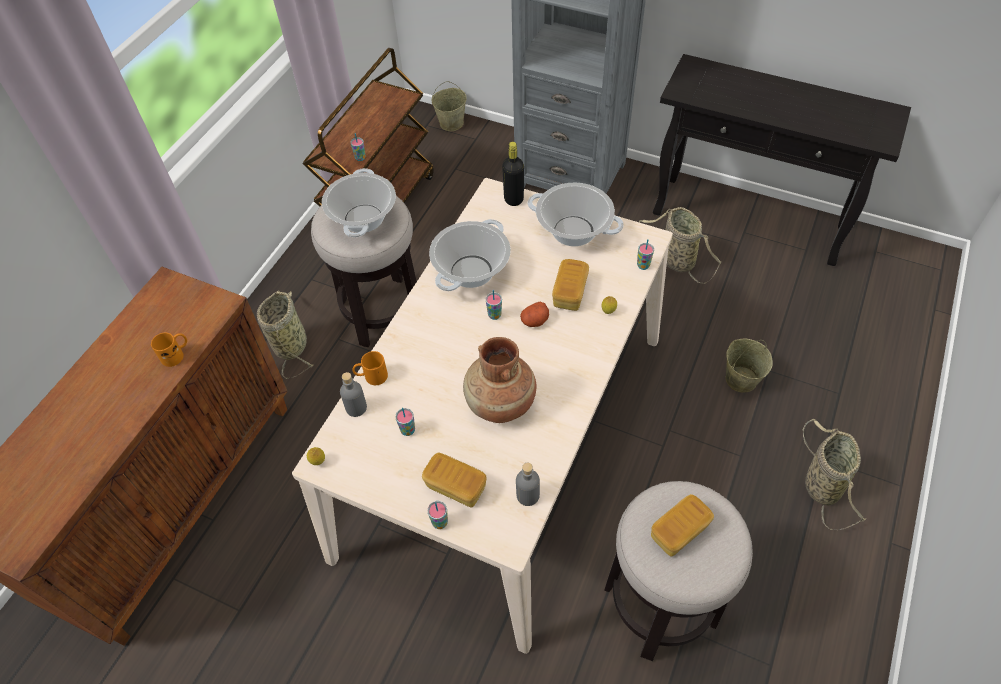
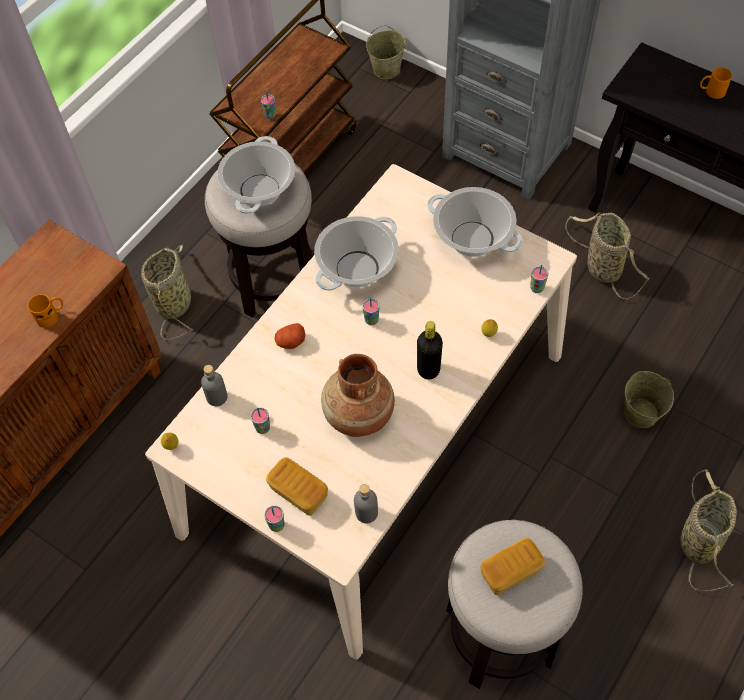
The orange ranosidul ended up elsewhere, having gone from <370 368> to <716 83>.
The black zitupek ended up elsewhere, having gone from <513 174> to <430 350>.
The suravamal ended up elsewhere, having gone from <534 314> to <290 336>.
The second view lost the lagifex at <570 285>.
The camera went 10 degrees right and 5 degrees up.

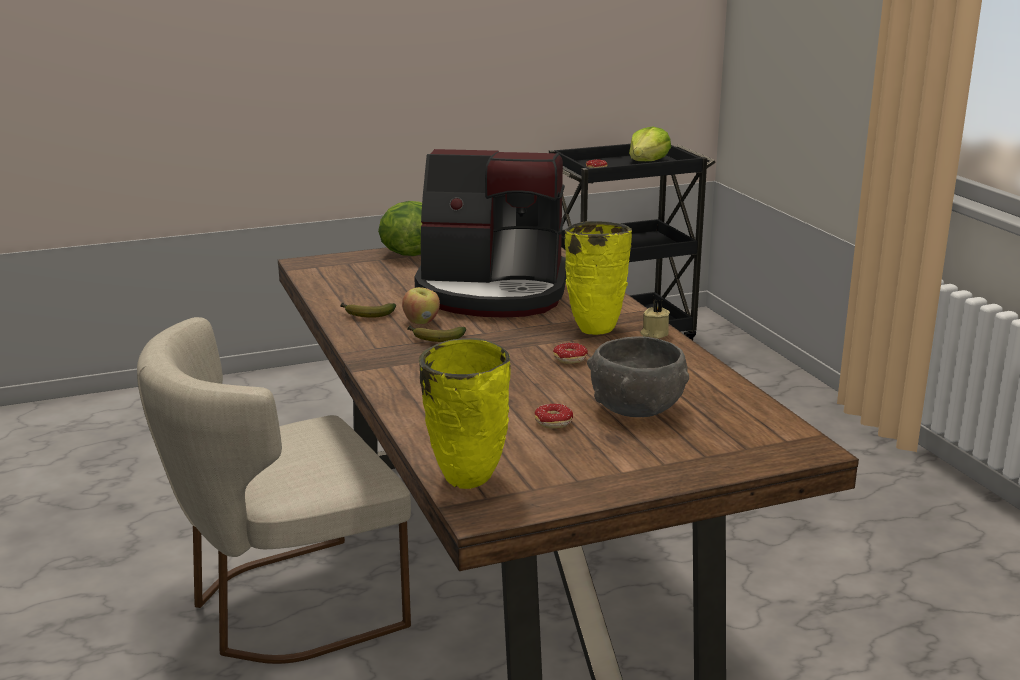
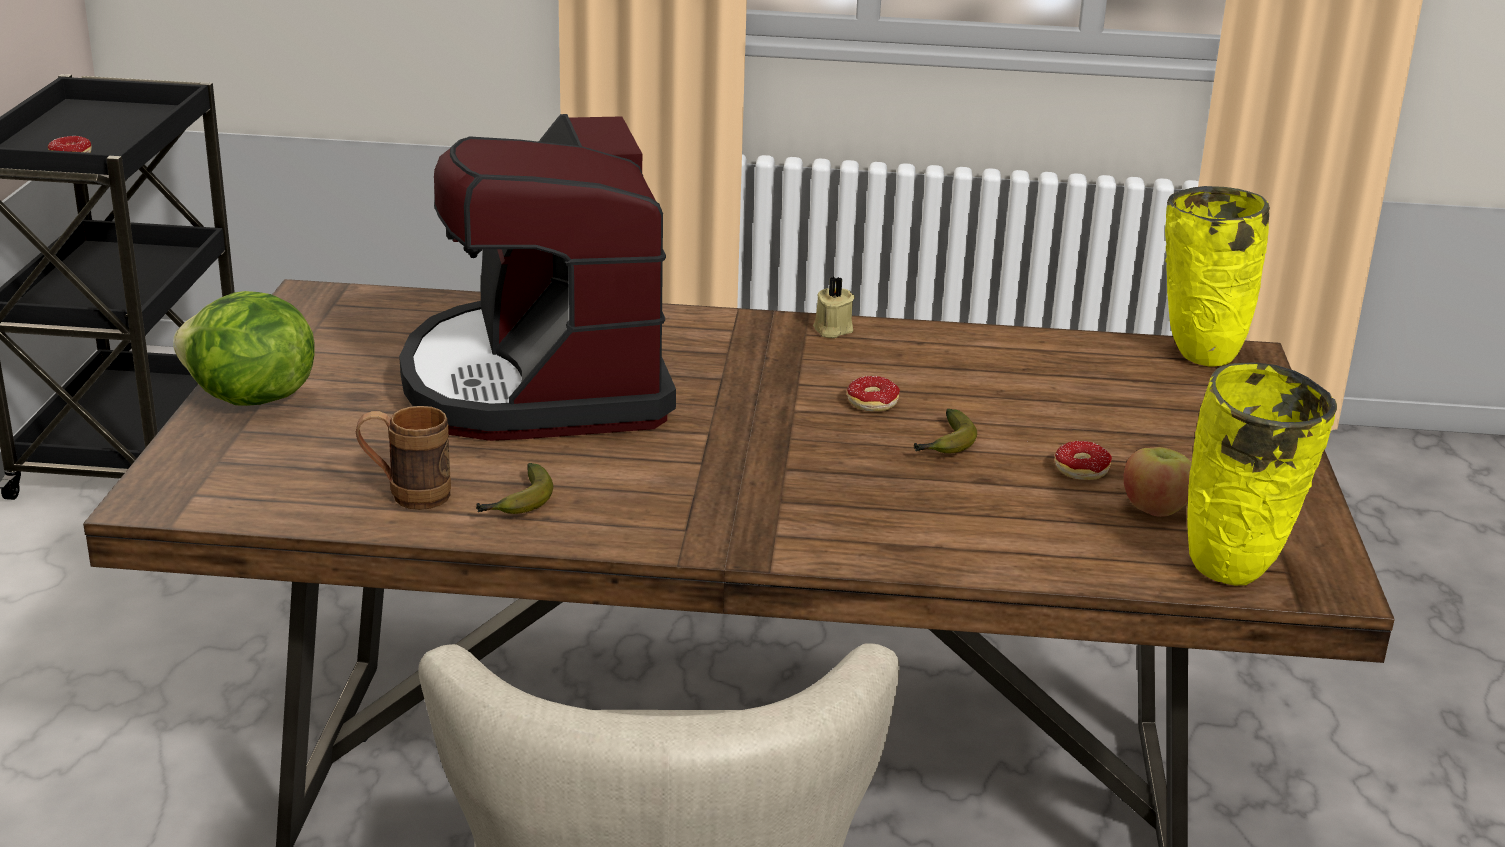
The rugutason ended up elsewhere, having gone from <421 305> to <1157 482>.
The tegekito ended up elsewhere, having gone from <437 333> to <945 431>.
The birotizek at <490 233> ended up facing another way, 135 degrees clockwise from before.
The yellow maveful ended up elsewhere, having gone from <598 278> to <1217 276>.
The second view lost the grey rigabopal at <638 376>.
The second view lost the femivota at <650 143>.
The second view gained the brown ranosidul at <403 458>.
The camera went 65 degrees left and 5 degrees up.

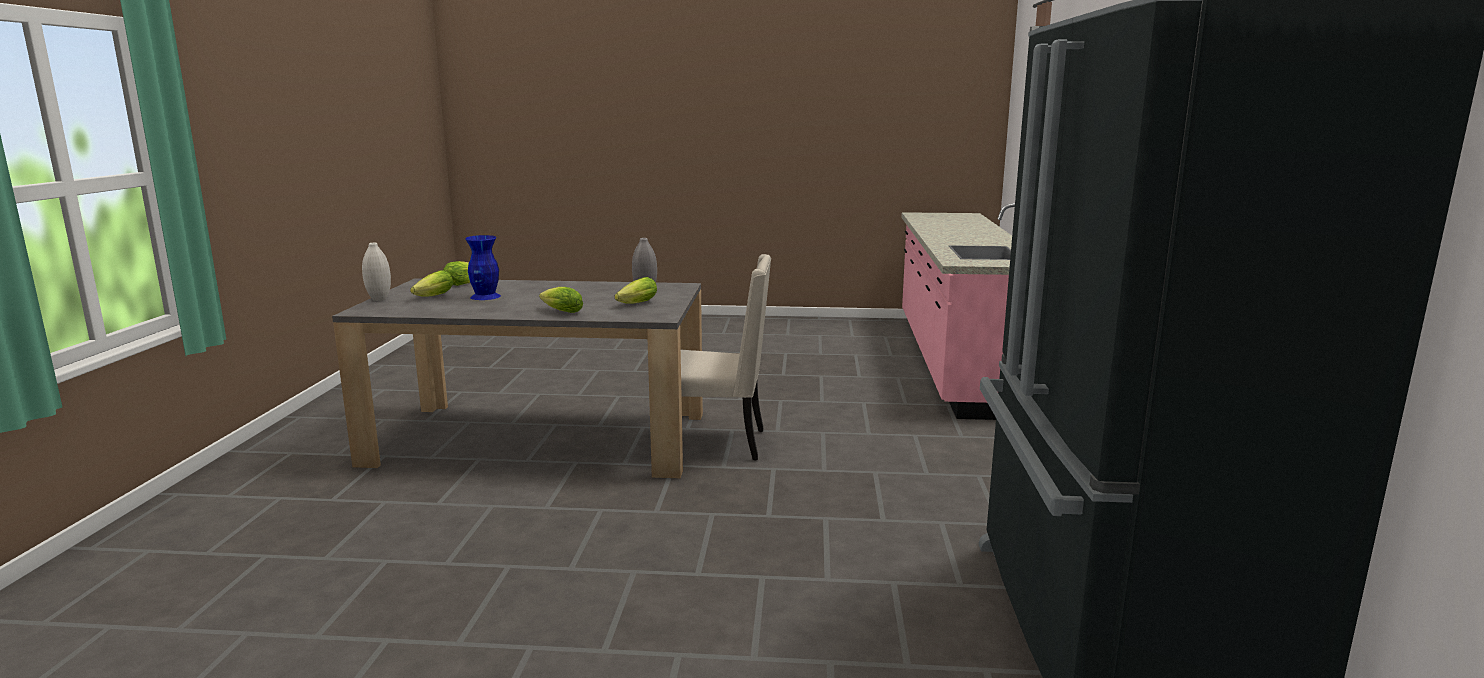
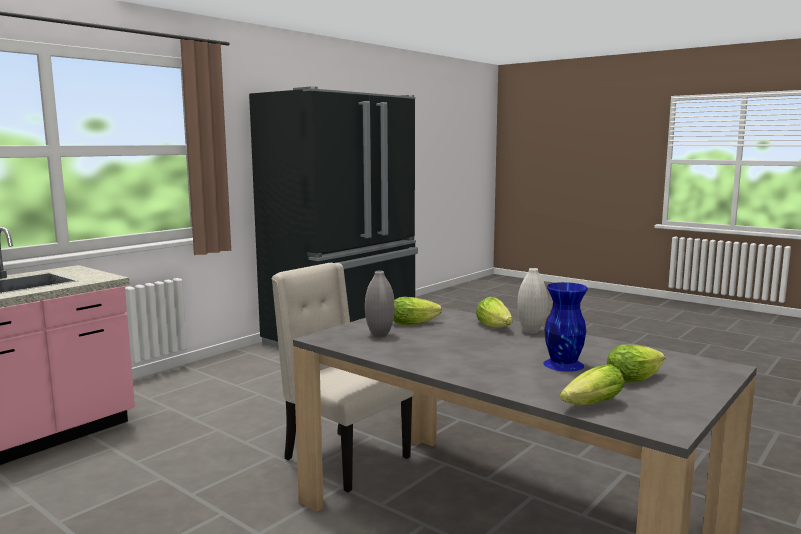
The white maveful ended up elsewhere, having gone from <376 272> to <532 300>.
The camera went 145 degrees left and 5 degrees down.

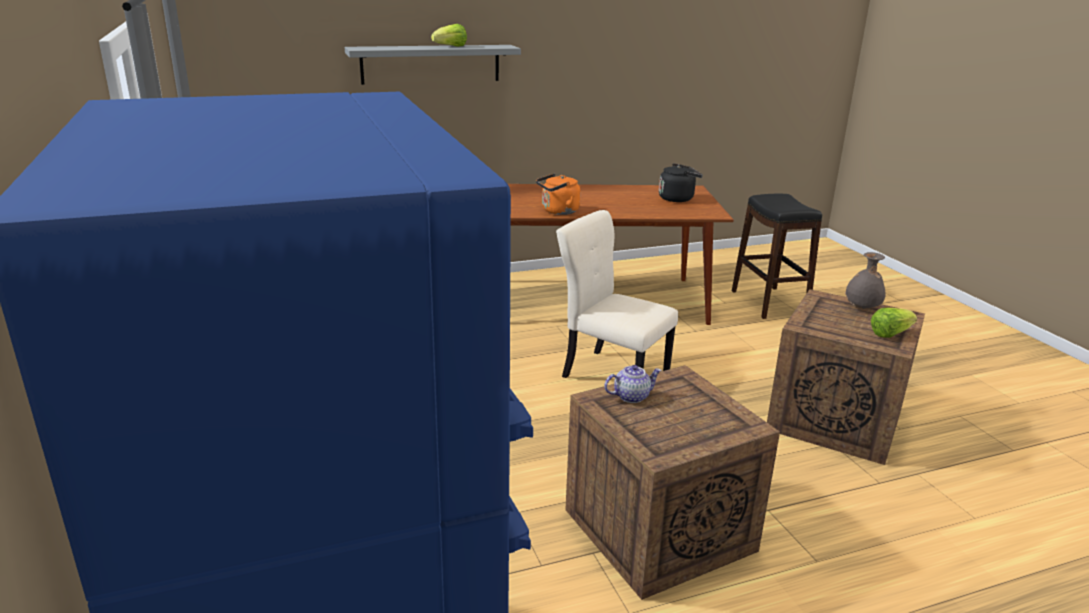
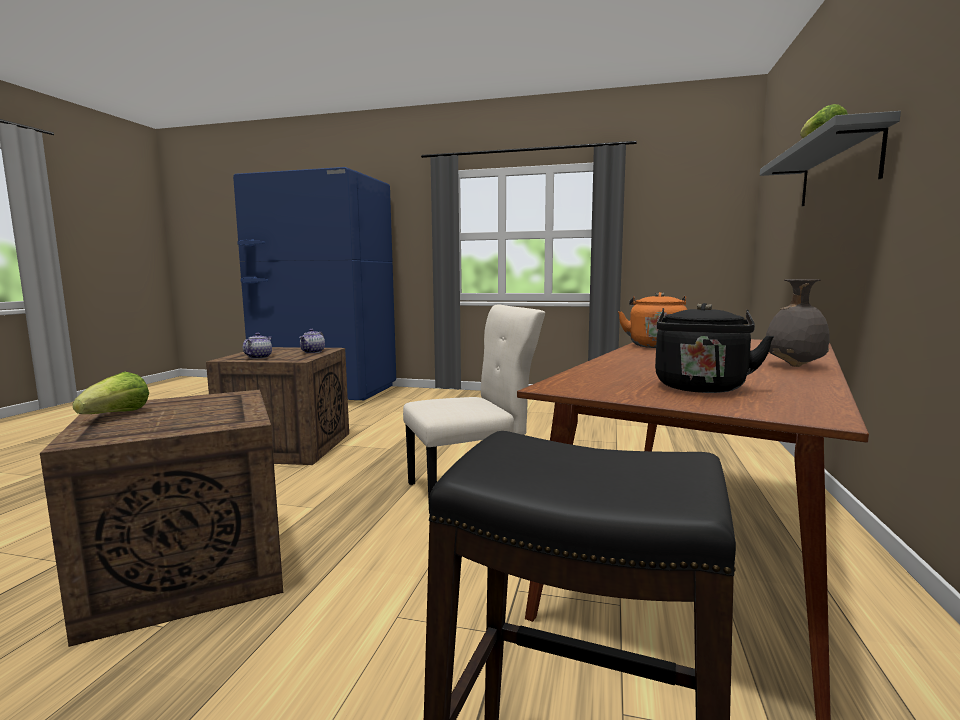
The grey maveful ended up elsewhere, having gone from <865 280> to <798 323>.
The second view gained the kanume at <257 346>.
The camera went 125 degrees right and 15 degrees down.

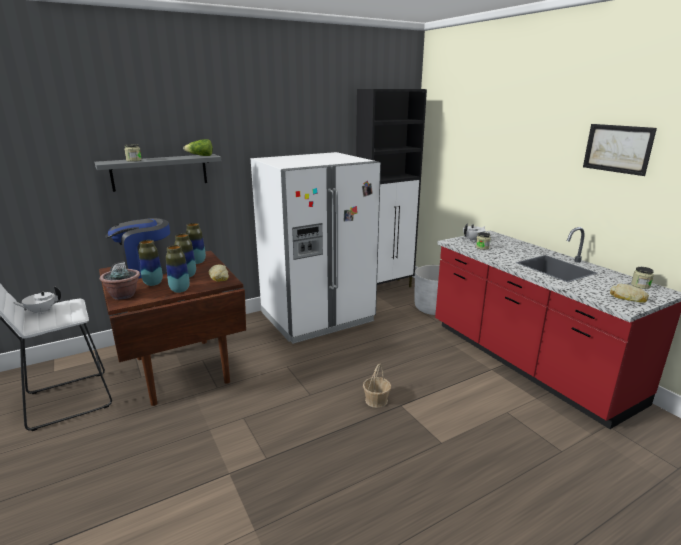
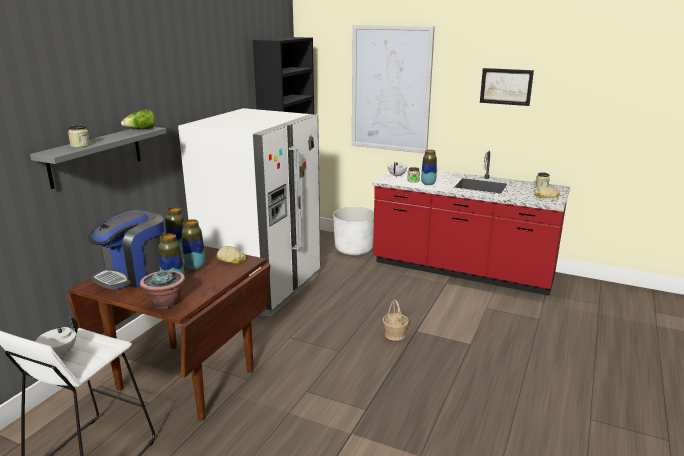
The maveful ended up elsewhere, having gone from <178 269> to <429 167>.
The second view gained the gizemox at <393 89>.
The camera went 35 degrees left and 0 degrees up.

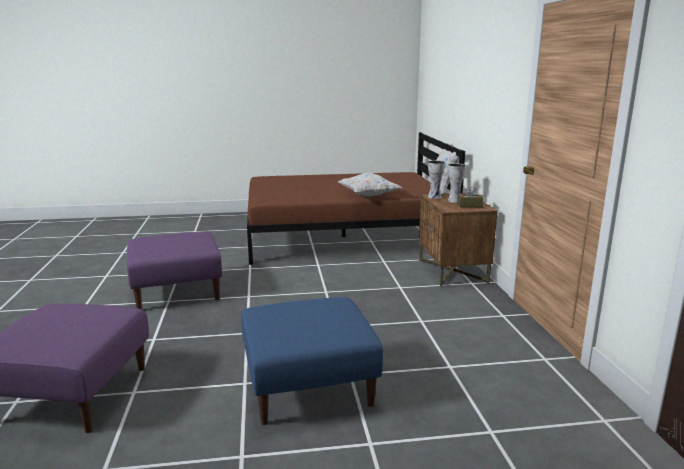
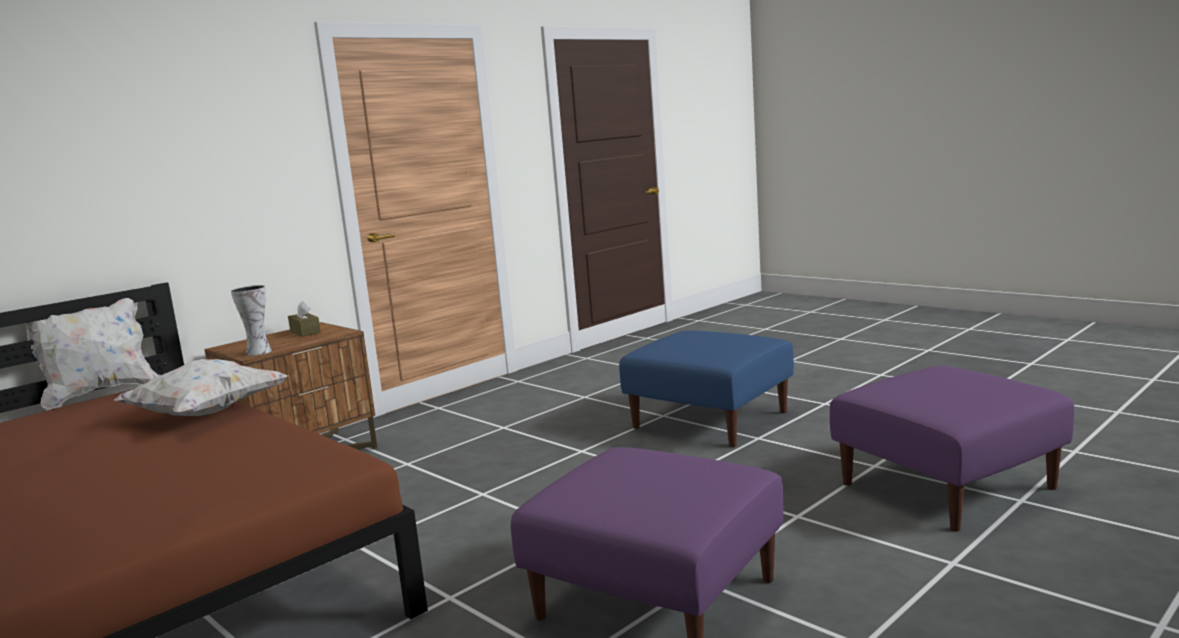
The second view lost the maveful at <457 183>.
The camera went 125 degrees left and 5 degrees down.

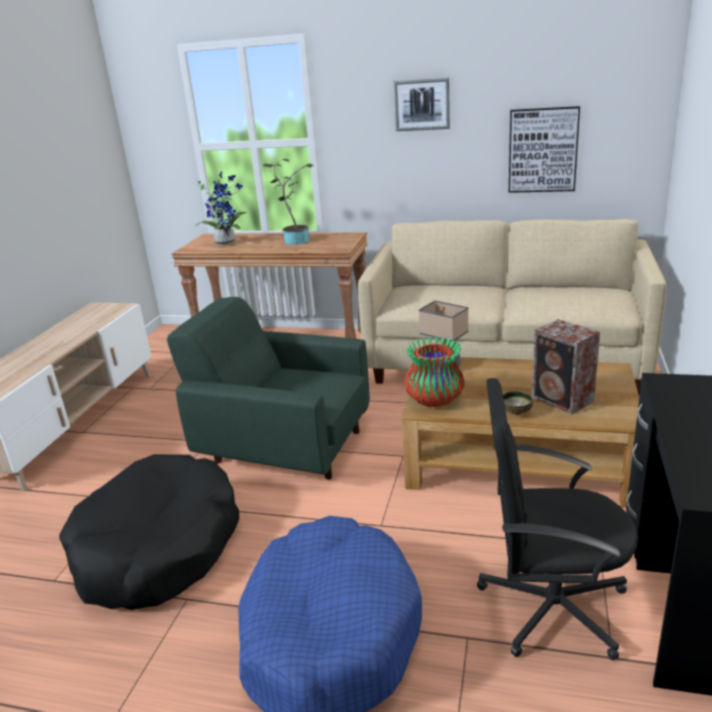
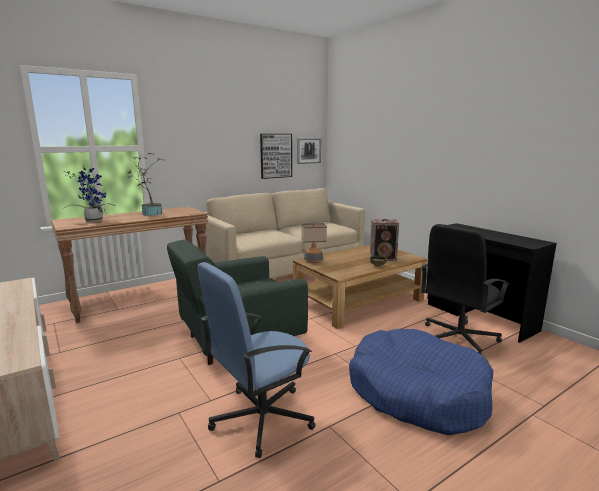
Where the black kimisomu stood at <149 532>, the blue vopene came to stand at <256 360>.
The gizemox ended up elsewhere, having gone from <422 104> to <309 151>.
The second view lost the maveful at <435 372>.
The camera went 50 degrees left and 10 degrees down.

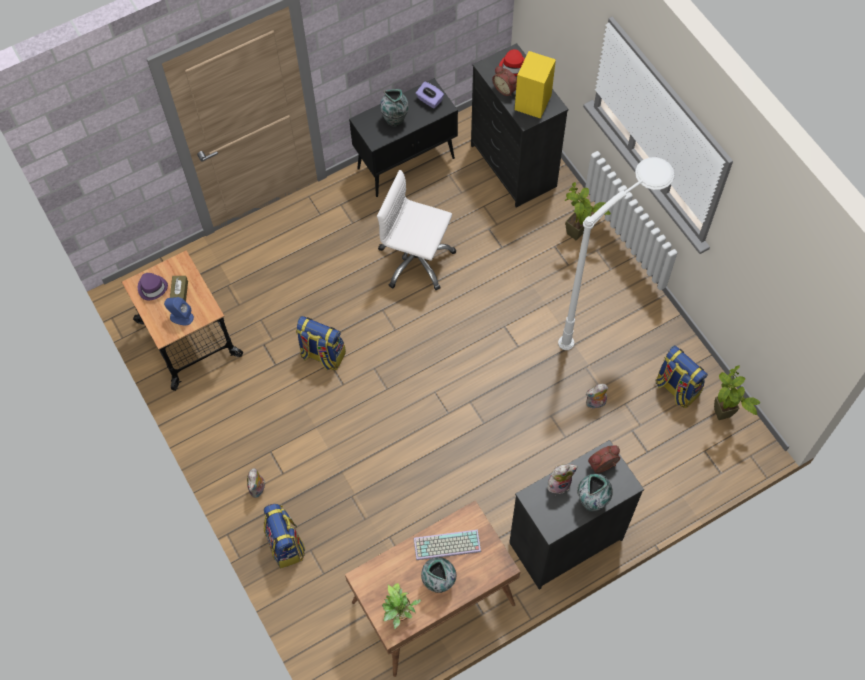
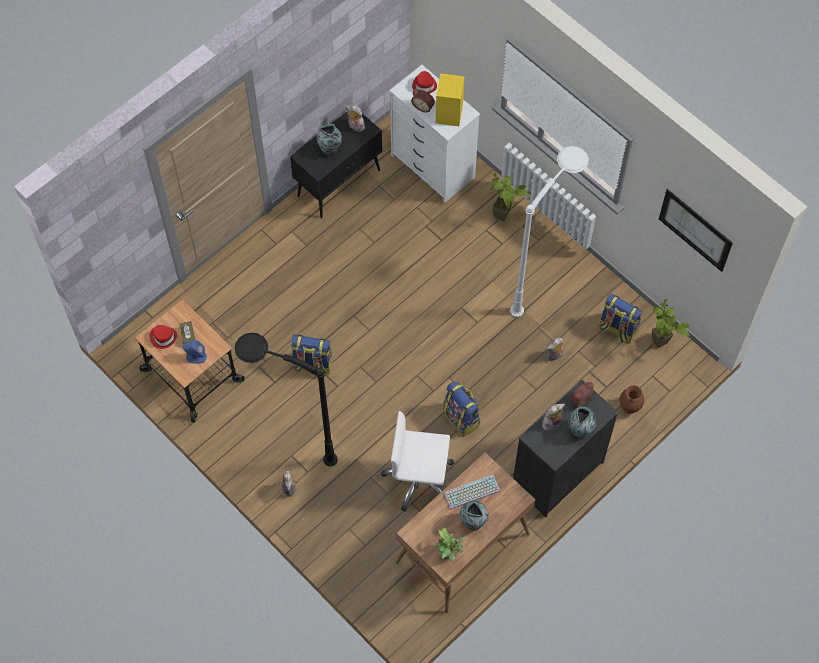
What was the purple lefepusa at <153 286> turned into the red lefepusa at <163 337>.
The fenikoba ended up elsewhere, having gone from <284 536> to <461 409>.
The white vopene ended up elsewhere, having gone from <416 230> to <417 461>.
Where the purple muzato stood at <430 95>, the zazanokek came to stand at <355 118>.
What was the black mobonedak at <519 125> turned into the white mobonedak at <435 134>.
The second view gained the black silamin at <286 399>.
The second view gained the brown maveful at <631 399>.
The second view gained the gizemox at <696 230>.
The camera went 15 degrees left and 0 degrees up.

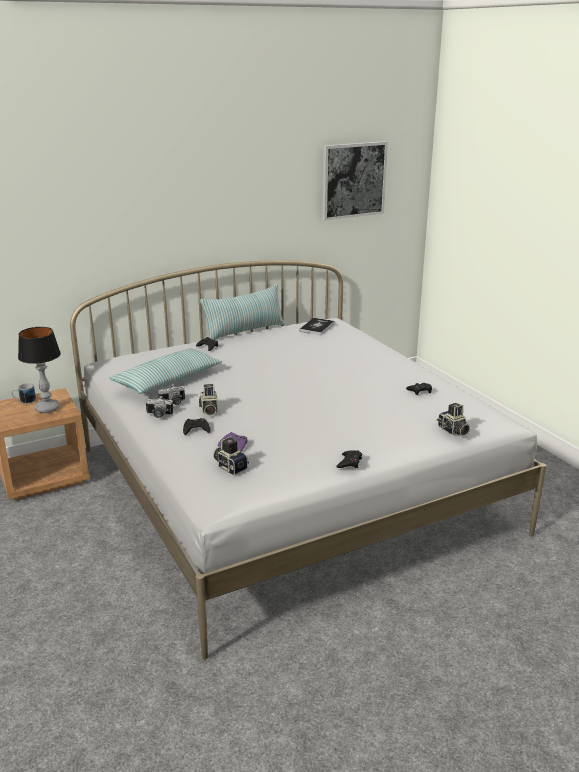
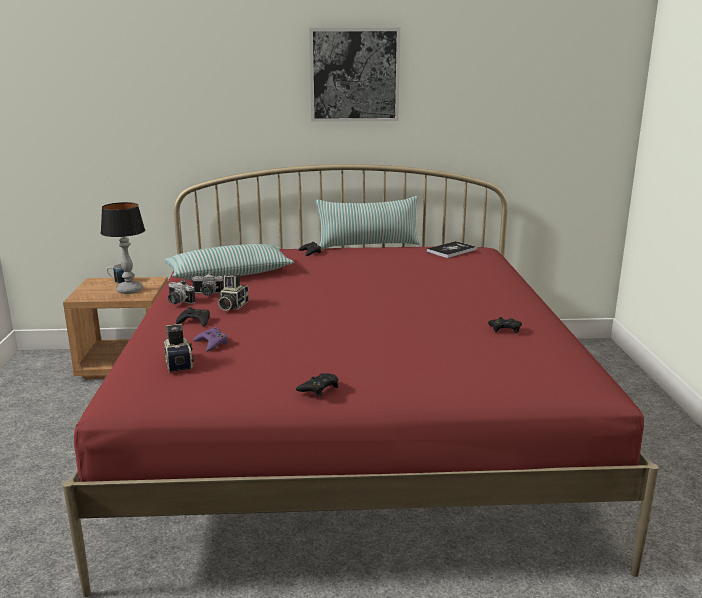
What was the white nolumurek at <308 460> turned into the red nolumurek at <361 380>.
The gizemox ended up elsewhere, having gone from <355 181> to <354 75>.
The second view lost the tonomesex at <453 419>.
The camera went 25 degrees right and 5 degrees down.

